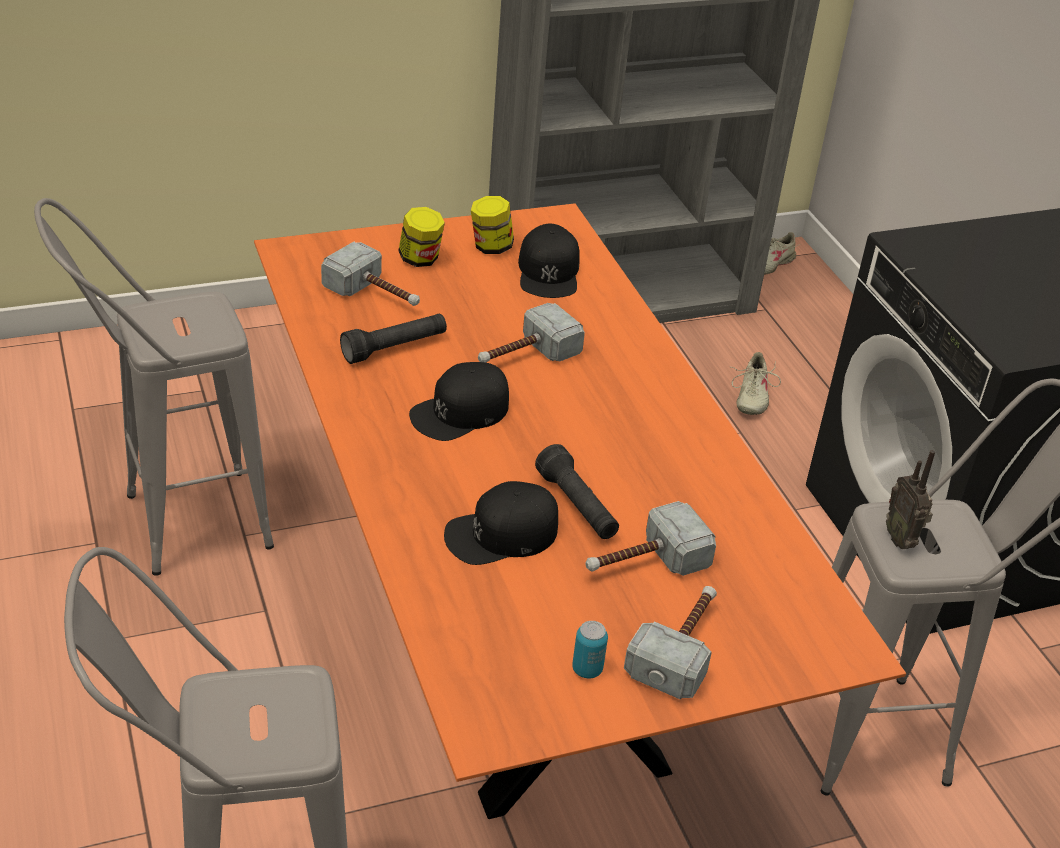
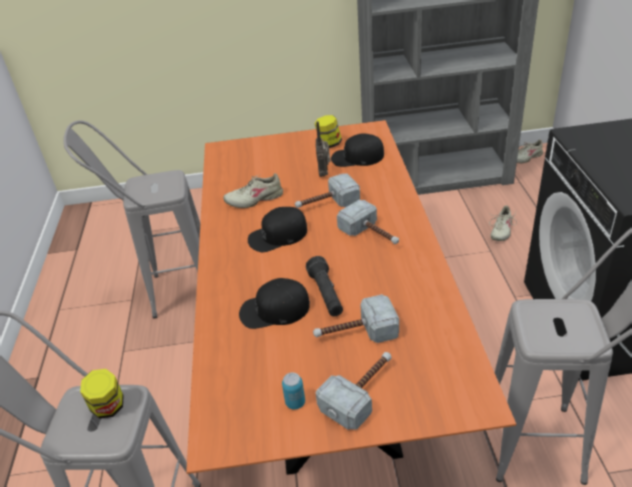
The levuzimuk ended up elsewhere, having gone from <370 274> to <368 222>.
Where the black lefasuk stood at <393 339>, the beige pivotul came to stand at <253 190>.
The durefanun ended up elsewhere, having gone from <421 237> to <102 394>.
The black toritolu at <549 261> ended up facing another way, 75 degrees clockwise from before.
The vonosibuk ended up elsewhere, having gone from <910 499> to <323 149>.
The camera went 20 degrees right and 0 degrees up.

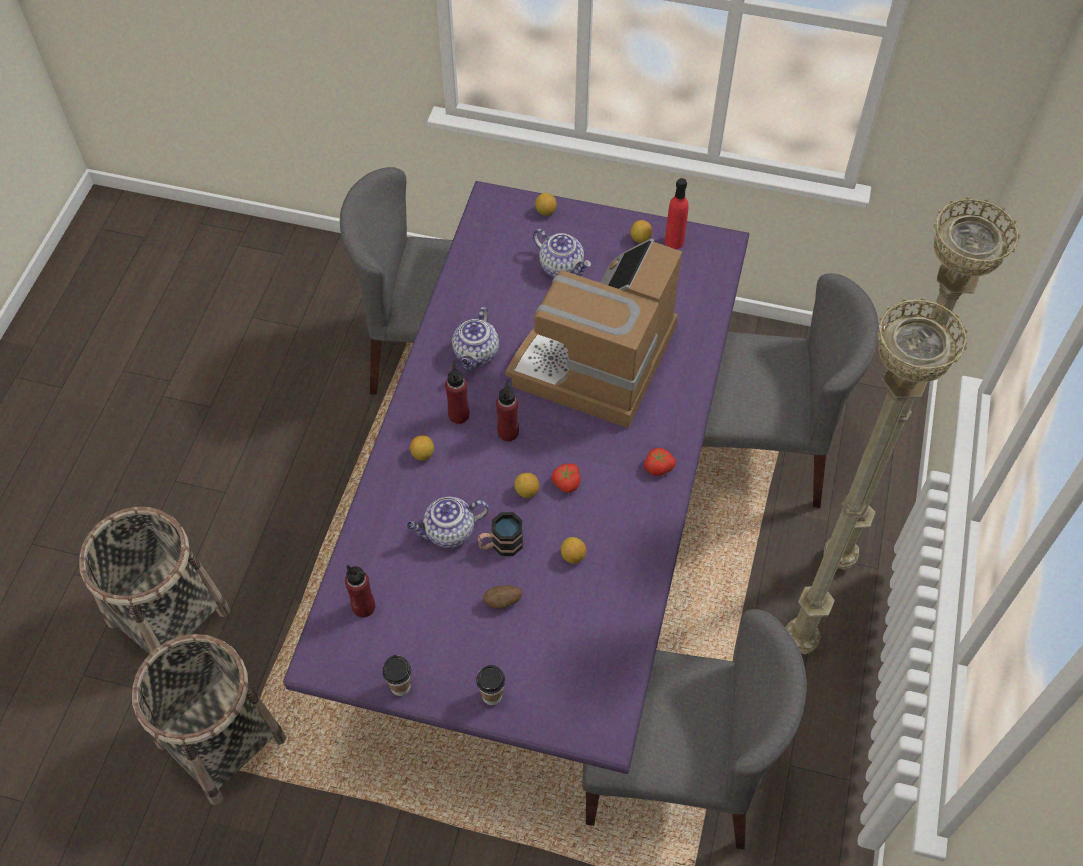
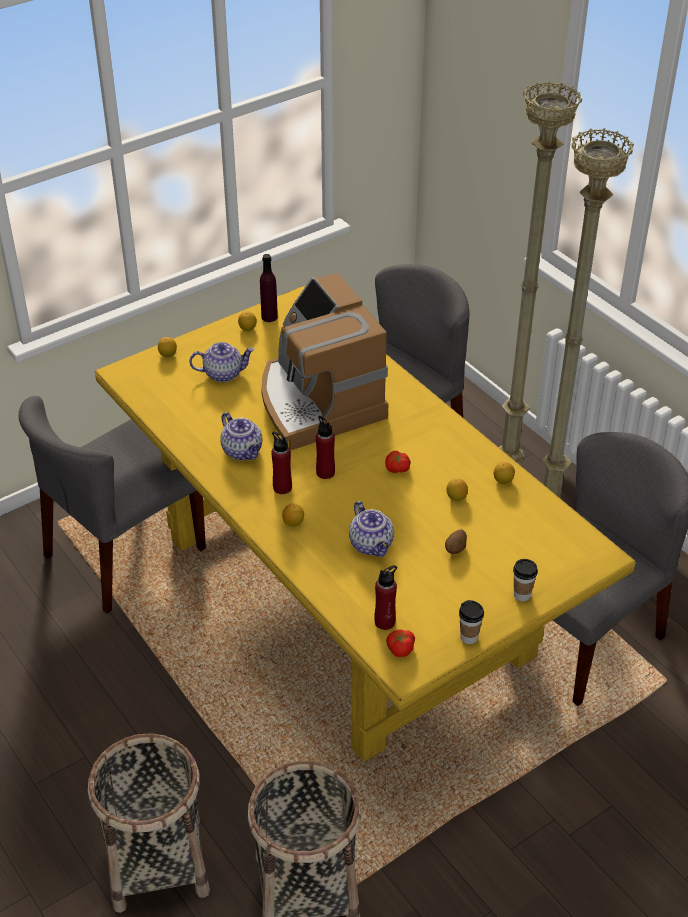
What was the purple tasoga at <516 477> turned into the yellow tasoga at <365 524>.
The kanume at <448 522> ended up facing another way, 45 degrees counterclockwise from before.
The second view lost the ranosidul at <500 534>.
The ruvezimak ended up elsewhere, having gone from <526 485> to <504 473>.
The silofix ended up elsewhere, having gone from <660 462> to <400 643>.
What was the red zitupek at <677 213> turned into the purple zitupek at <269 288>.
The camera went 50 degrees left and 15 degrees down.

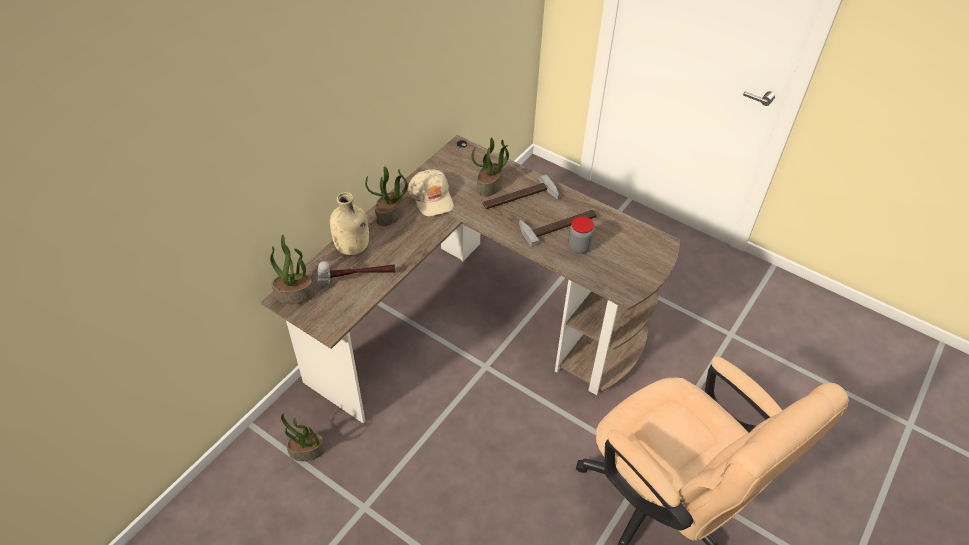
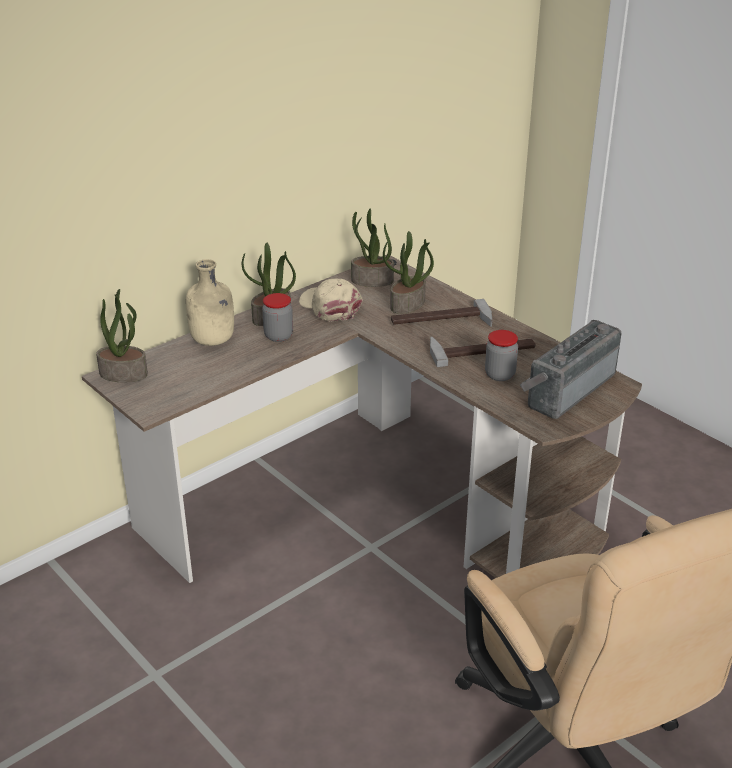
The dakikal ended up elsewhere, having gone from <303 437> to <372 248>.
The second view lost the levuzimuk at <356 273>.
The beige toritolu at <431 192> ended up facing another way, 150 degrees clockwise from before.
The second view gained the durefanun at <277 317>.
The second view gained the vonosibuk at <571 369>.
The camera went 15 degrees right and 15 degrees down.

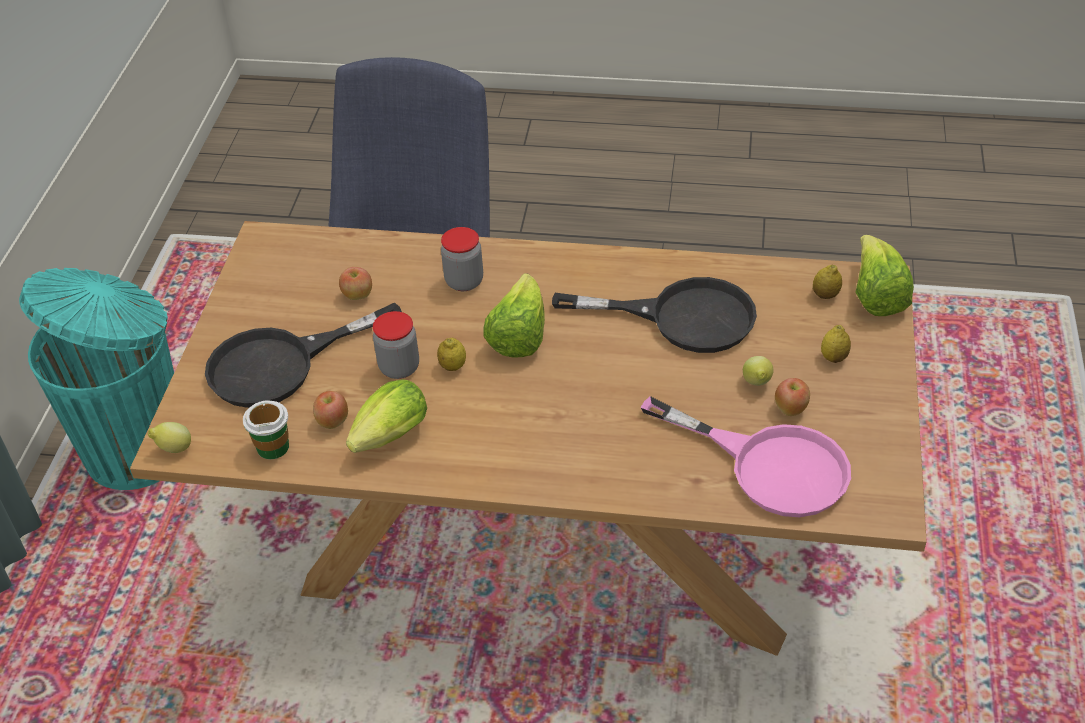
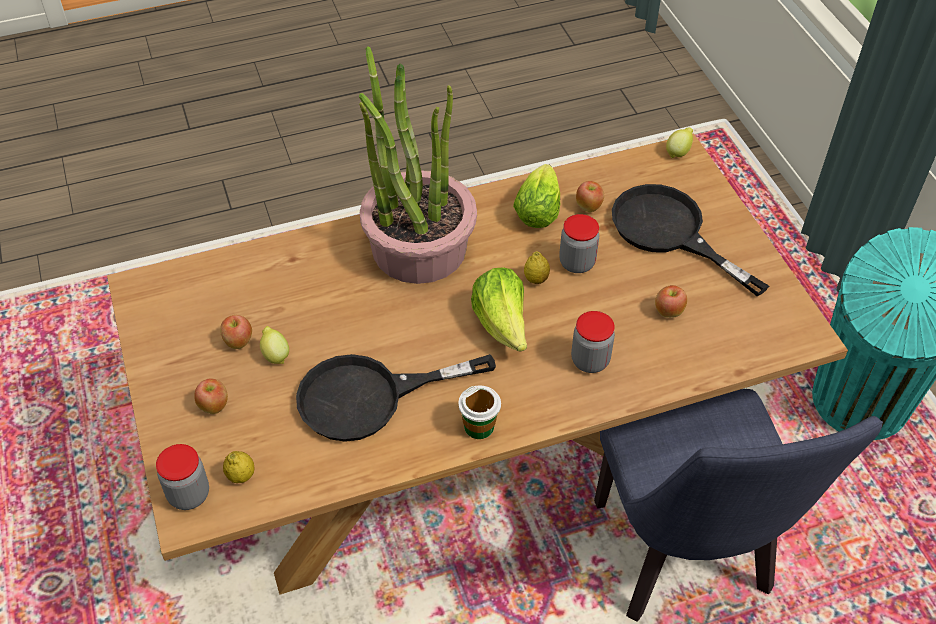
The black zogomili at <303 355> ended up facing another way, 75 degrees counterclockwise from before.
The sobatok ended up elsewhere, having gone from <266 430> to <479 412>.
The second view lost the pink zogomili at <746 456>.
Where the ruvezimak stood at <836 344>, the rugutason came to stand at <211 396>.
Where the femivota stood at <884 275>, the durefanun came to stand at <182 477>.
The second view gained the dakikal at <418 165>.
The camera went 150 degrees right and 5 degrees up.

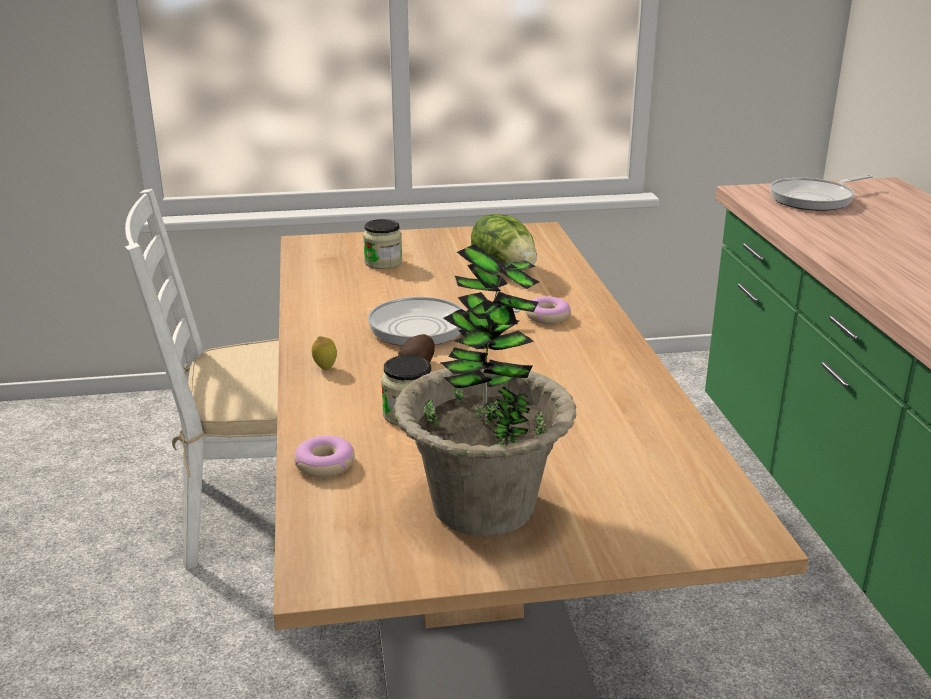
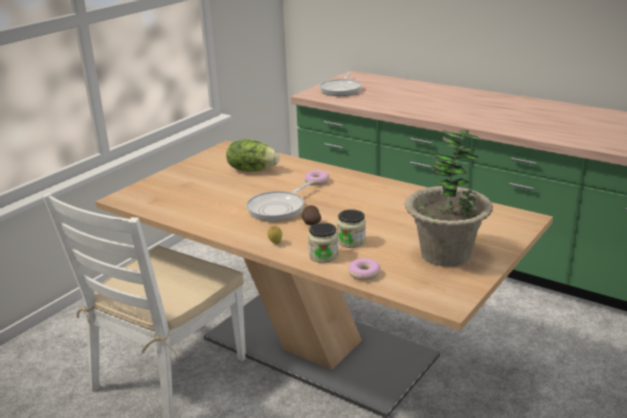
The durefanun ended up elsewhere, having gone from <382 244> to <323 243>.
The camera went 45 degrees left and 0 degrees up.

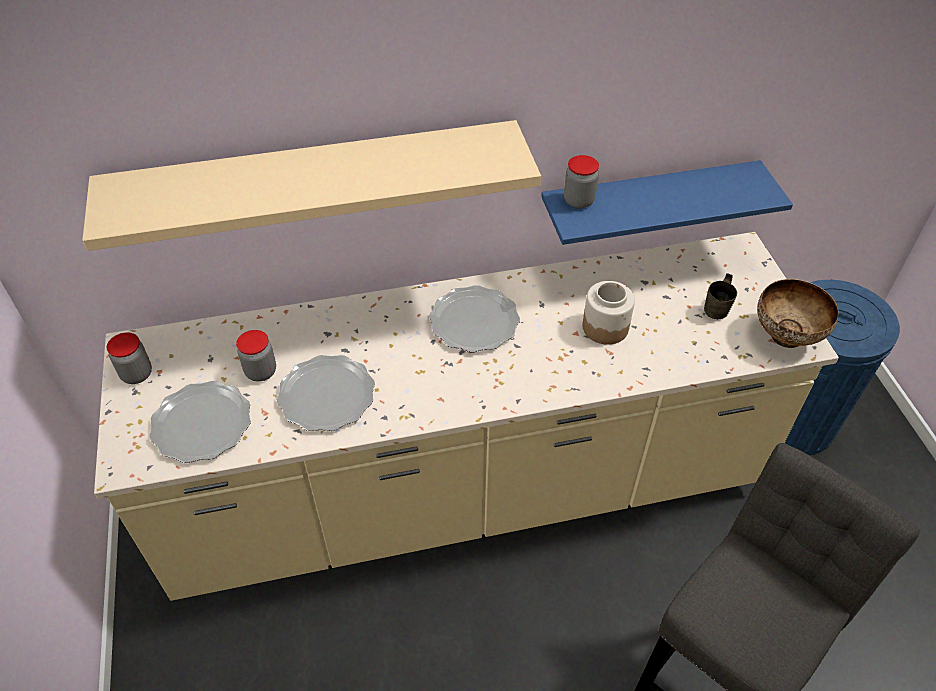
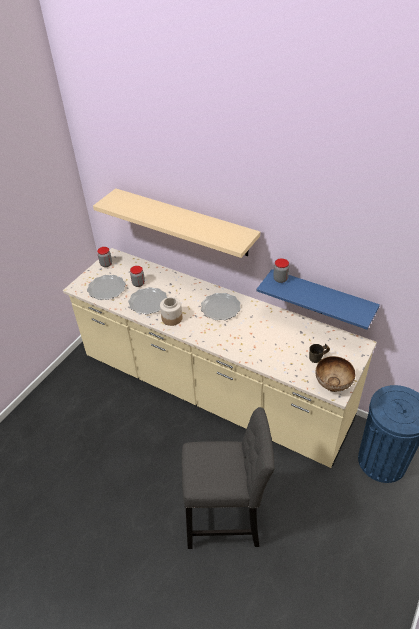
The durefanun ended up elsewhere, having gone from <609 313> to <171 311>.
The camera went 45 degrees right and 5 degrees down.

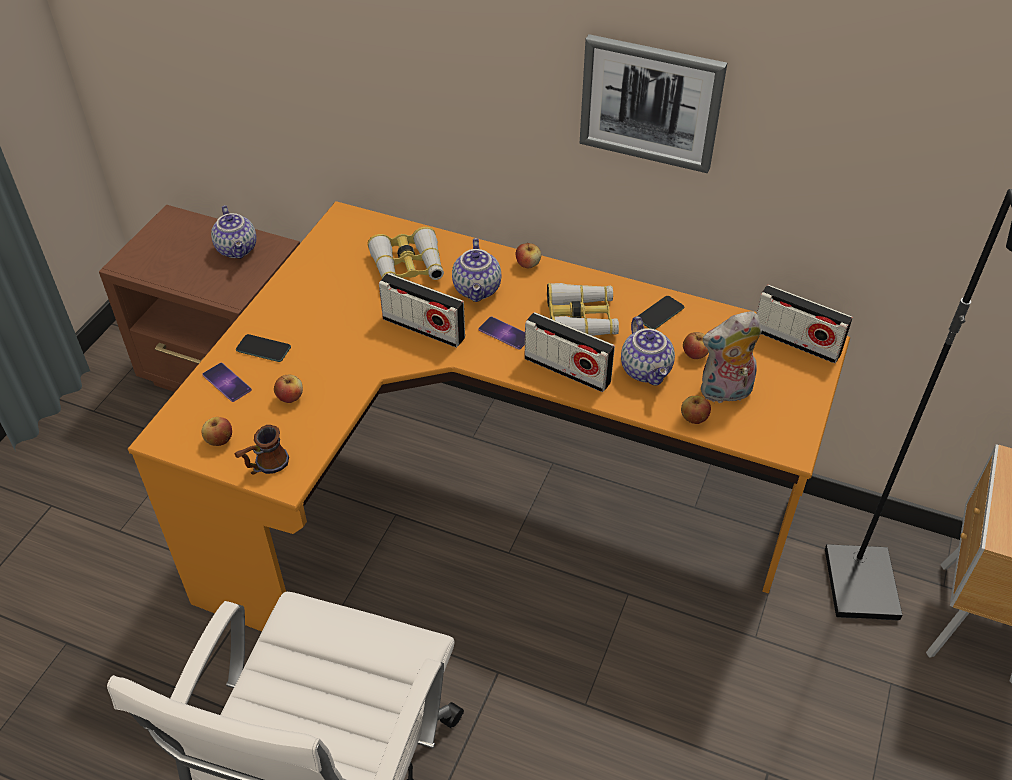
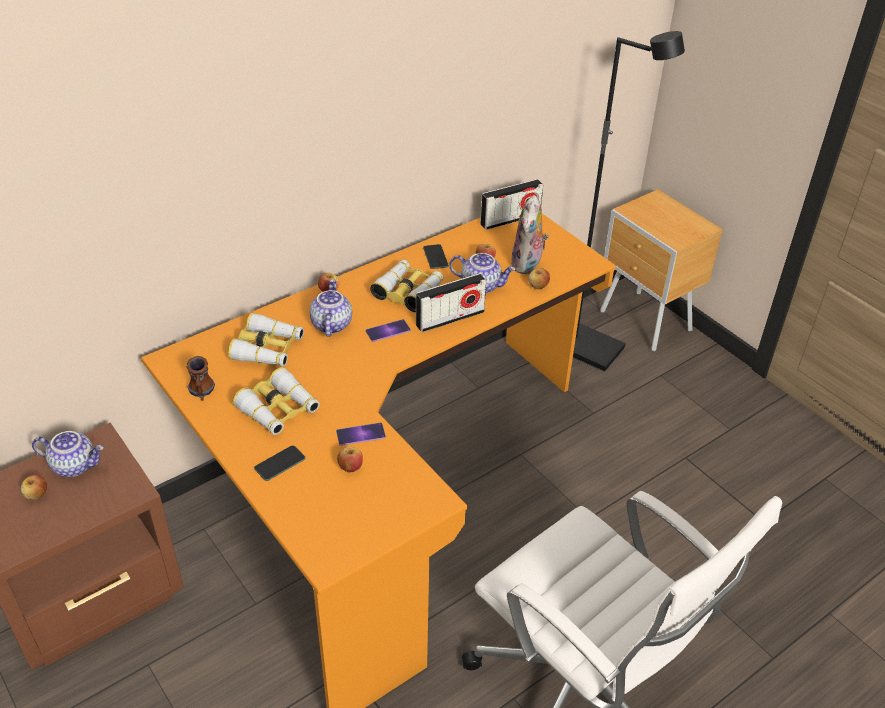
The rugutason ended up elsewhere, having gone from <216 431> to <34 487>.
The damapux ended up elsewhere, having gone from <227 382> to <361 434>.
The ranosidul ended up elsewhere, having gone from <261 450> to <201 378>.
The second view lost the vonosibuk at <422 310>.
The kanume at <476 270> ended up facing another way, 120 degrees counterclockwise from before.
The second view lost the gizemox at <653 103>.
The second view gained the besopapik at <276 401>.
The camera went 60 degrees left and 5 degrees down.

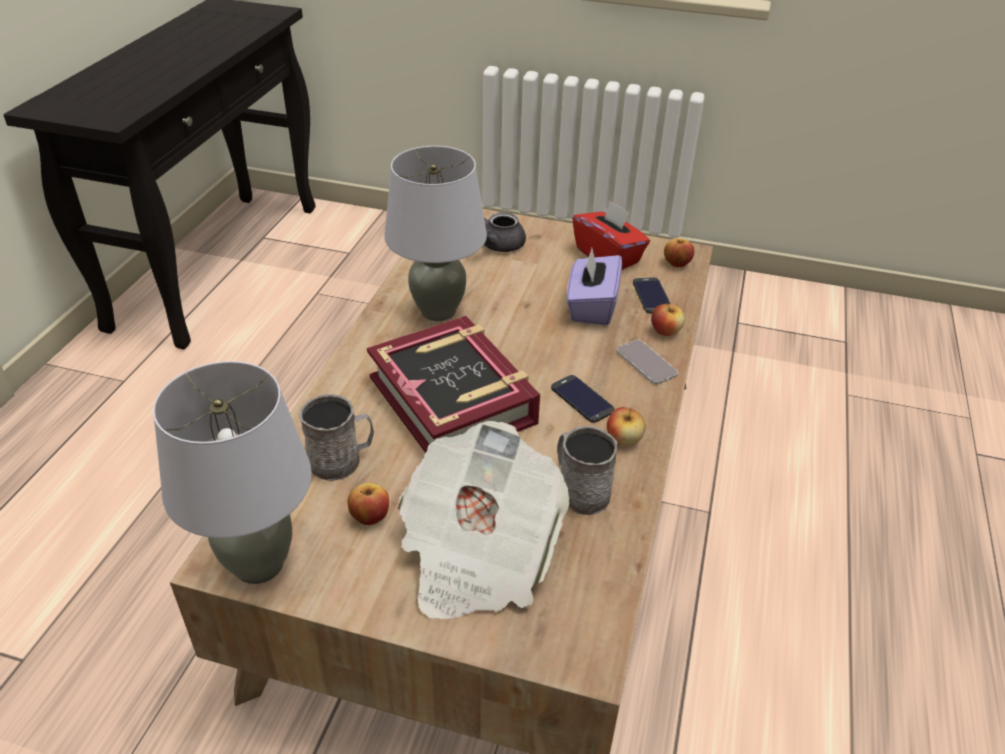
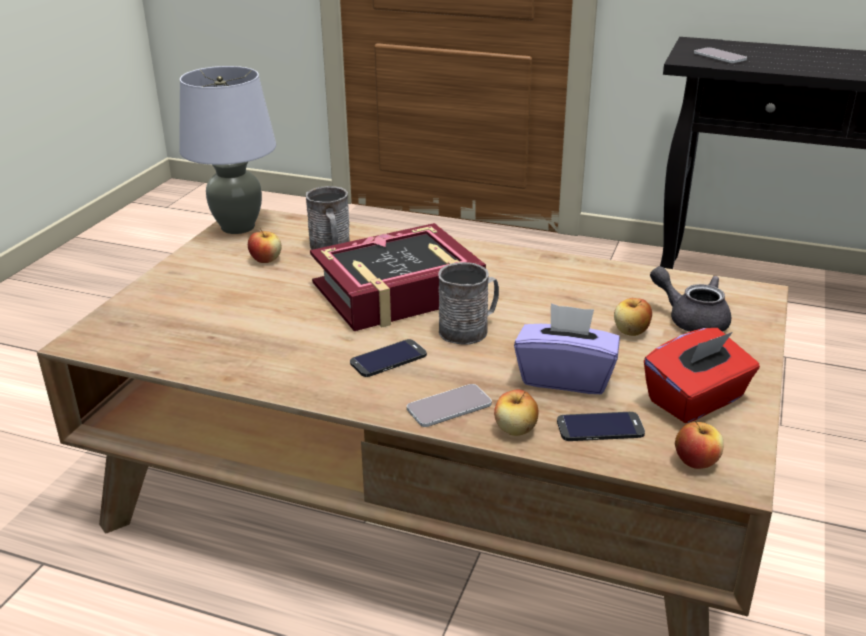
The second view lost the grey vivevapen at <435 233>.
The second view lost the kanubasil at <484 520>.
The grey ranosidul ended up elsewhere, having gone from <587 470> to <468 303>.
The rugutason ended up elsewhere, having gone from <626 426> to <633 317>.
The second view gained the damapux at <720 55>.
The camera went 95 degrees right and 10 degrees down.

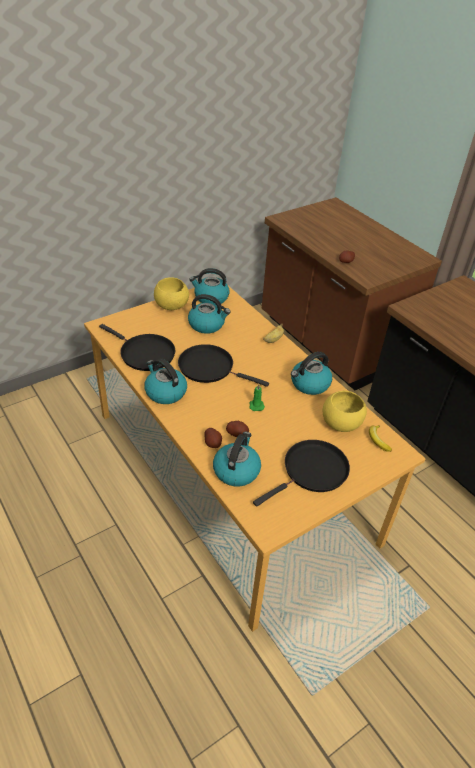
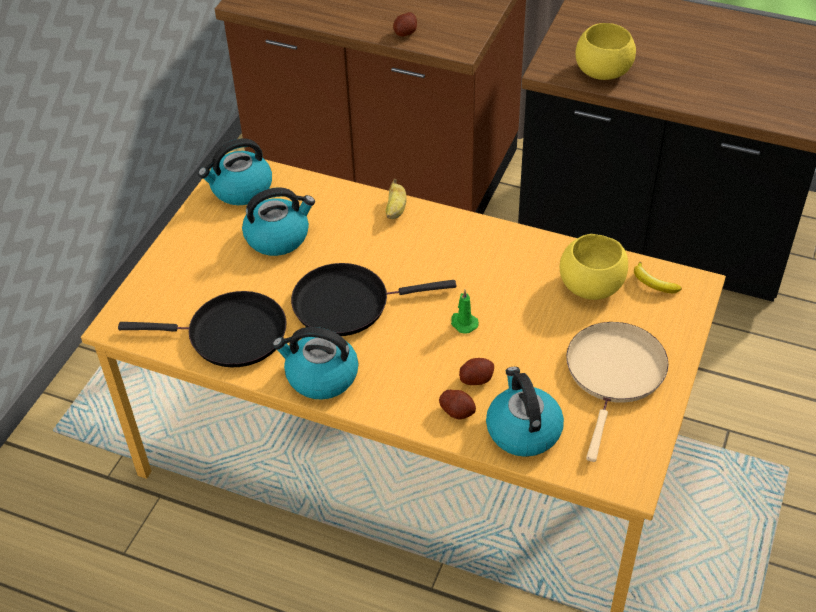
The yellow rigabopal ended up elsewhere, having gone from <171 293> to <605 51>.
What was the black zogomili at <301 473> turned into the beige zogomili at <617 392>.
The second view lost the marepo at <311 373>.
The camera went 30 degrees left and 5 degrees up.

